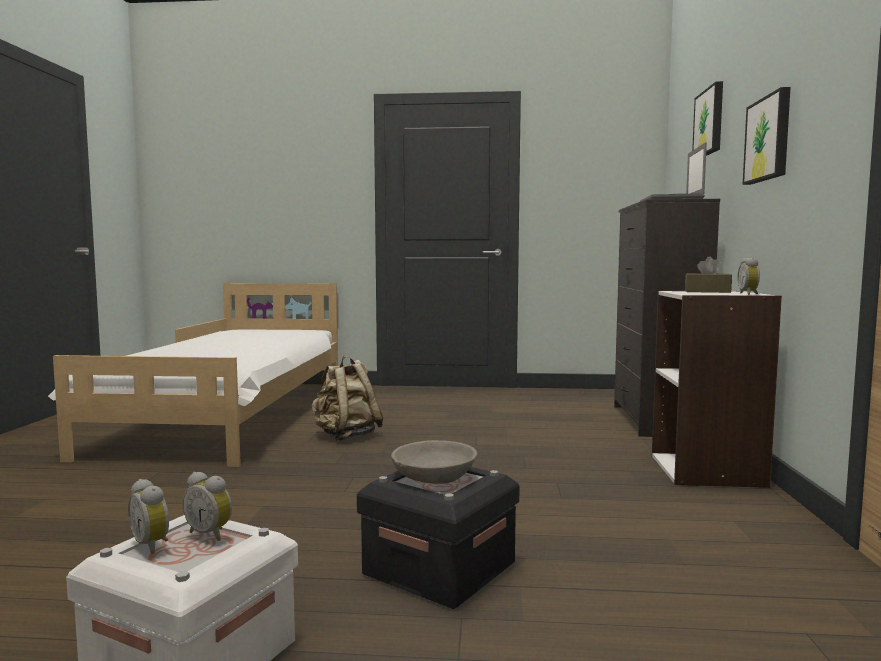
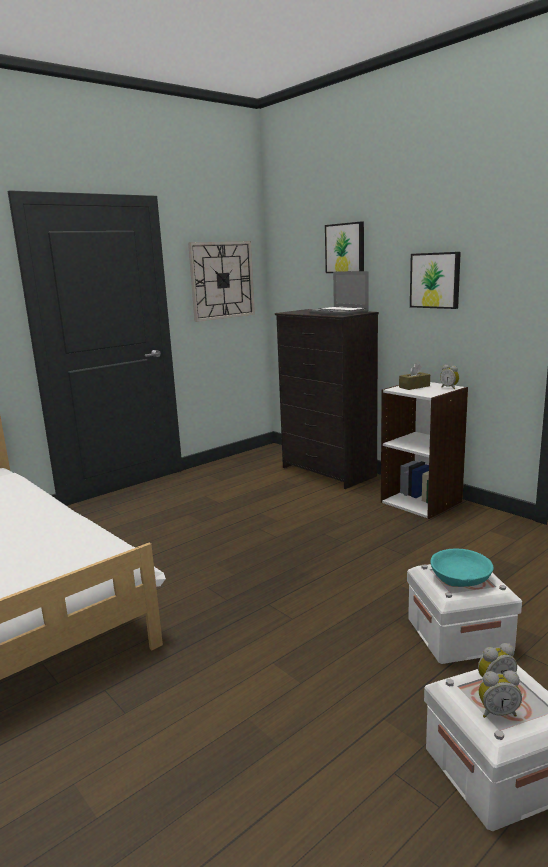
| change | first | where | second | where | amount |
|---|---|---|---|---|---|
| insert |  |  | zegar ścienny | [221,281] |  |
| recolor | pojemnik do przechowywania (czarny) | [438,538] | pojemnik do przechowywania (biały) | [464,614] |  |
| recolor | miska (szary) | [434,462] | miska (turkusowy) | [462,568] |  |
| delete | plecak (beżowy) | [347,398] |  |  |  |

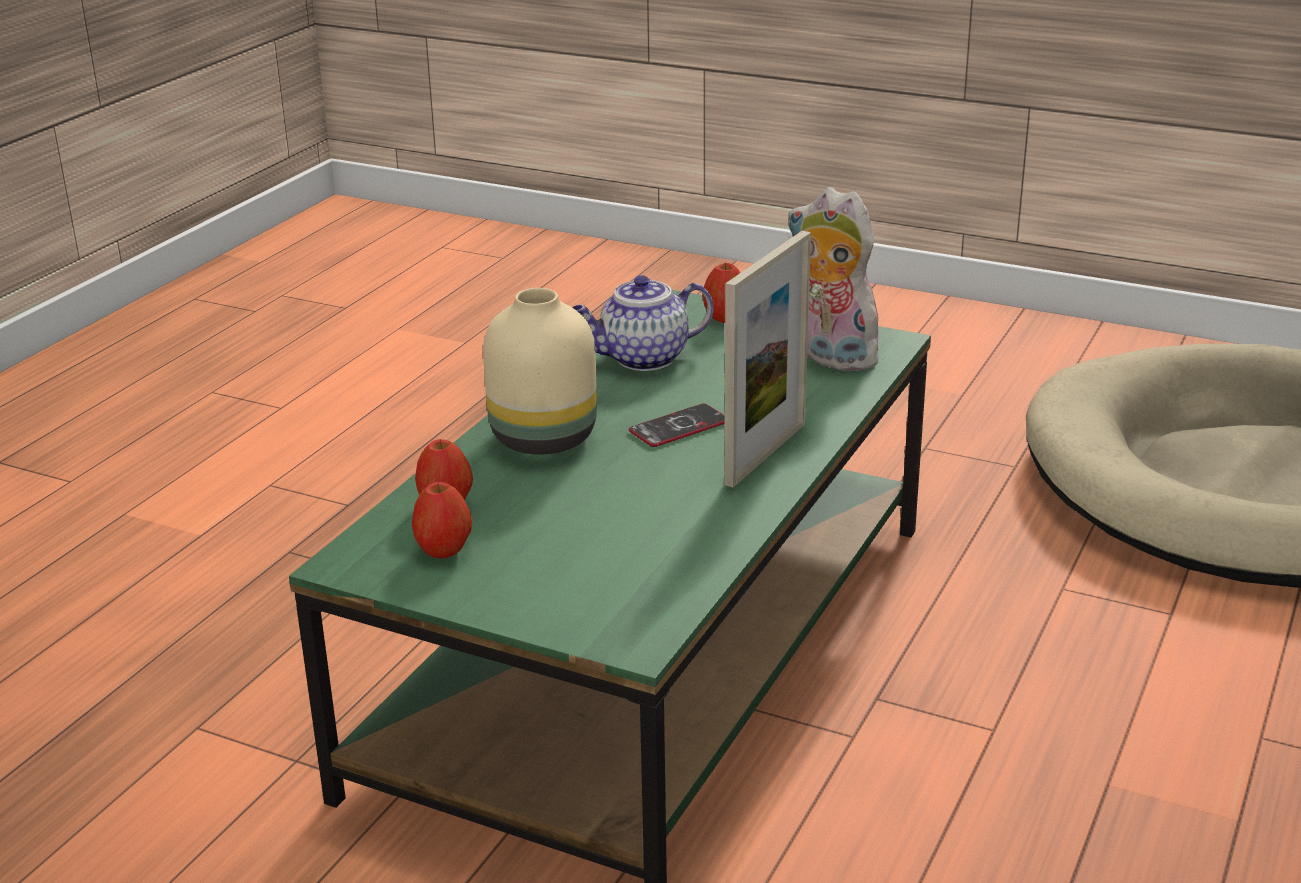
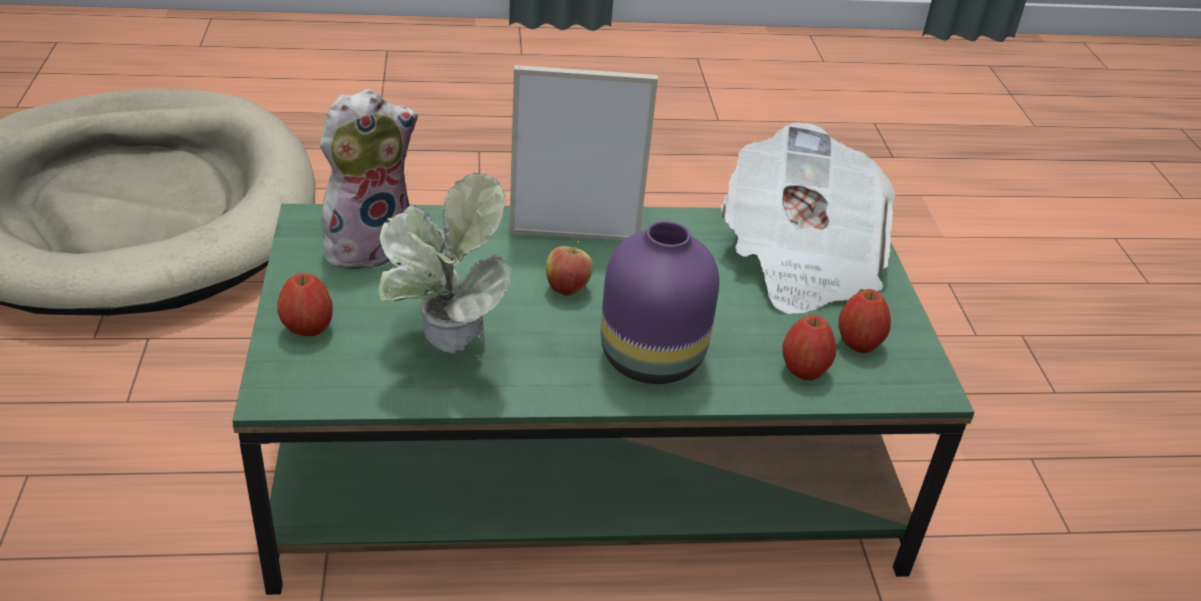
| change | first | where | second | where | amount |
|---|---|---|---|---|---|
| rotate | pluszak | [838,279] |  | [369,181] | 135 degrees counterclockwise |
| replace | imbryk | [643,323] | roślina doniczkowa | [445,263] |  |
| replace | telefon | [677,425] | jabłko | [569,268] |  |
| recolor | wazon (beżowy) | [540,371] | wazon (fioletowy) | [660,302] |  |
| insert |  |  | gazeta | [808,218] |  |

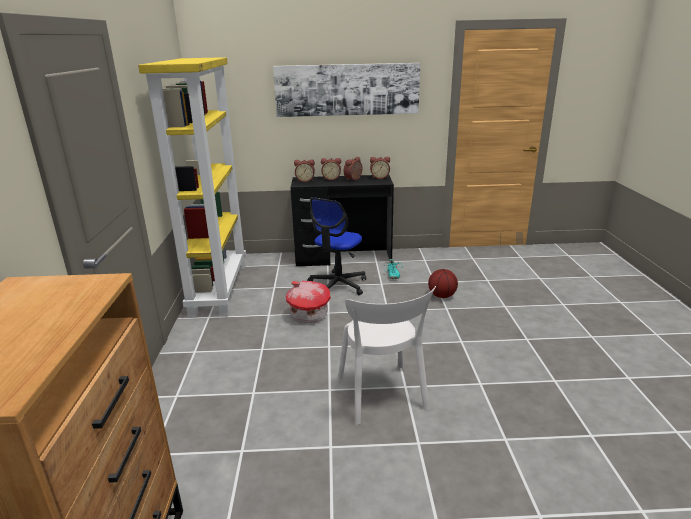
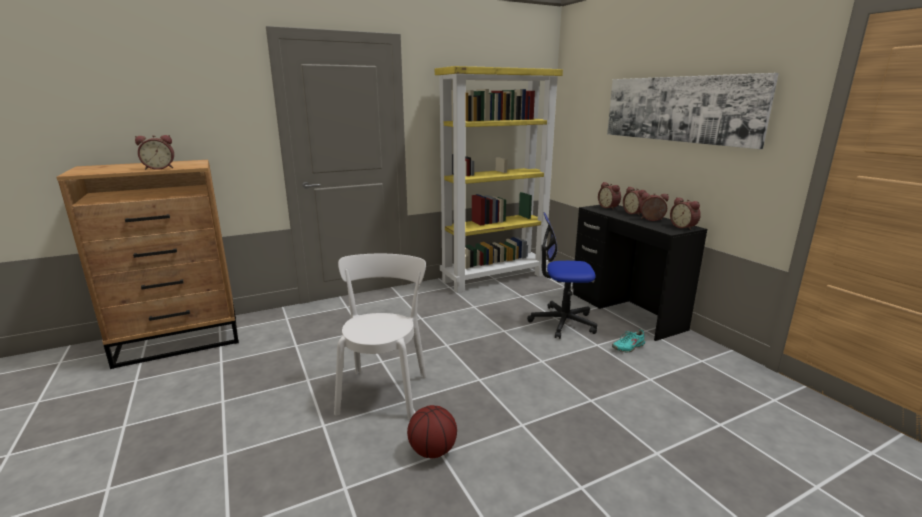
| change | first | where | second | where | amount |
|---|---|---|---|---|---|
| insert |  |  | budzik | [154,152] |  |
| rotate | krzesło (biały) | [387,355] |  | [380,337] | 135 degrees clockwise |
| move | piłka do koszykówki | [443,283] |  | [432,431] |  |
| delete | domek | [308,302] |  |  |  |

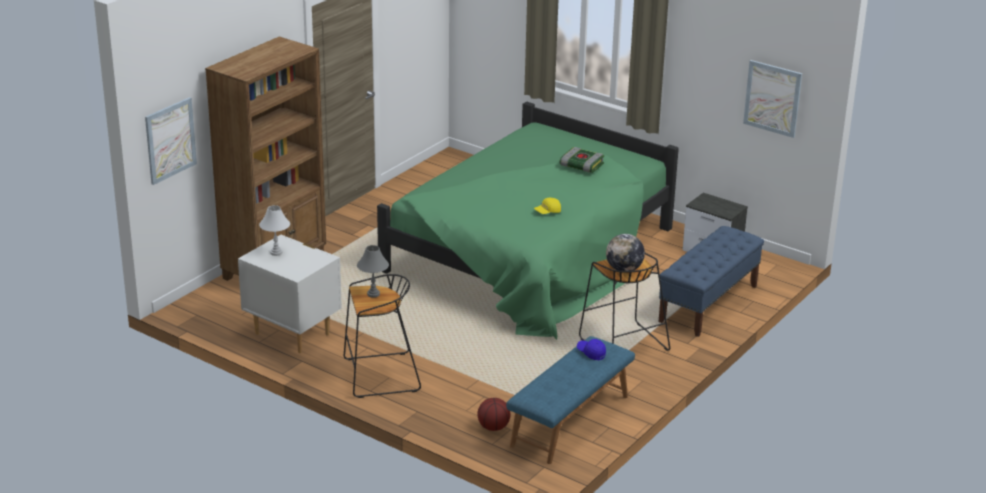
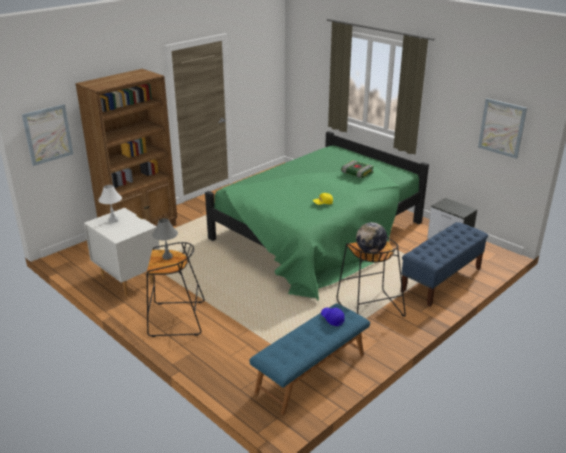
| change | first | where | second | where | amount |
|---|---|---|---|---|---|
| delete | piłka do koszykówki | [494,414] |  |  |  |

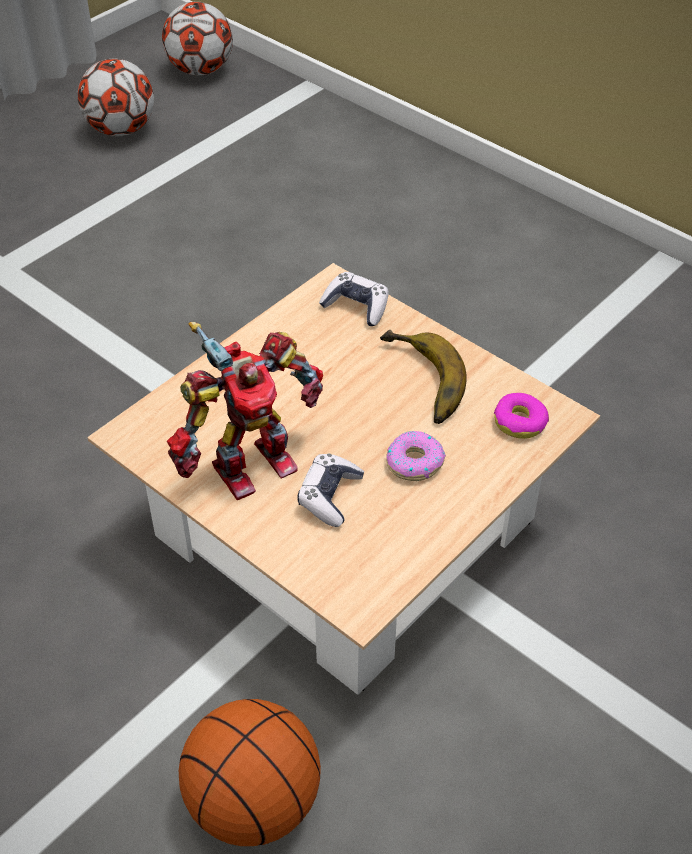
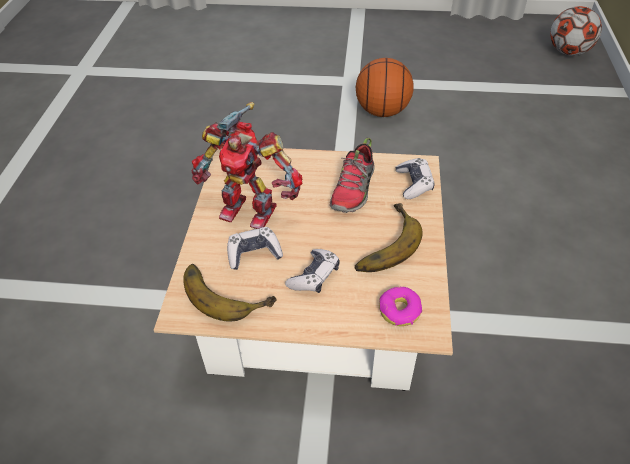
| change | first | where | second | where | amount |
|---|---|---|---|---|---|
| insert |  |  | banan | [230,293] |  |
| replace | donut | [416,456] | pad do gier | [312,271] |  |
| insert |  |  | but | [352,175] |  |
| move | piłka do koszykówki | [250,772] |  | [385,87] |  |
| delete | piłka futbolowa | [116,97] |  |  |  |

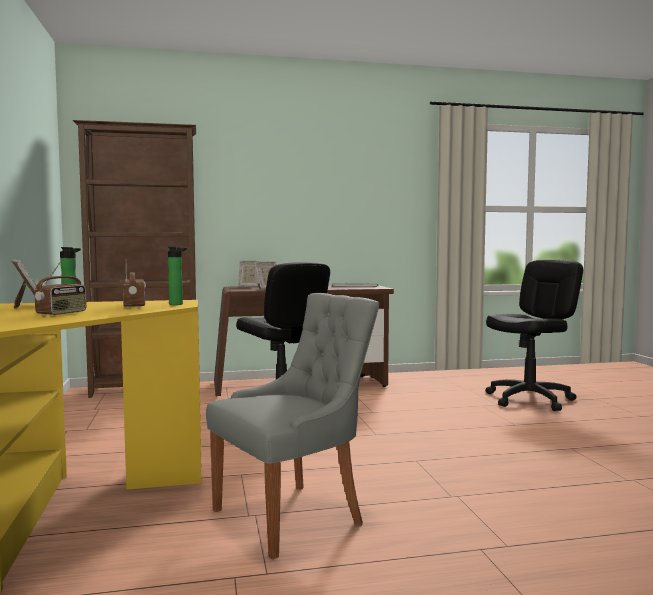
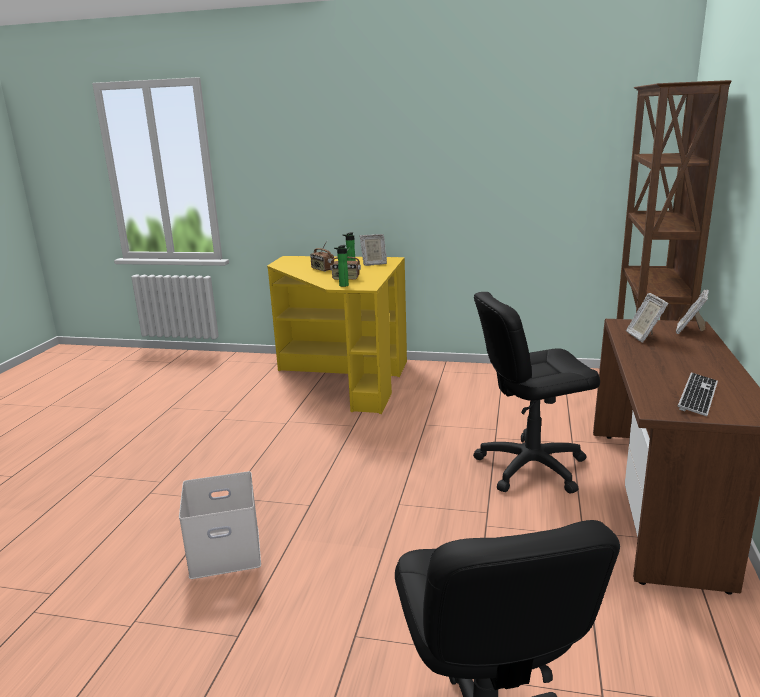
| change | first | where | second | where | amount |
|---|---|---|---|---|---|
| insert |  |  | pojemnik do przechowywania (biały) | [220,525] |  |
| delete | krzesło (szary) | [293,426] |  |  |  |

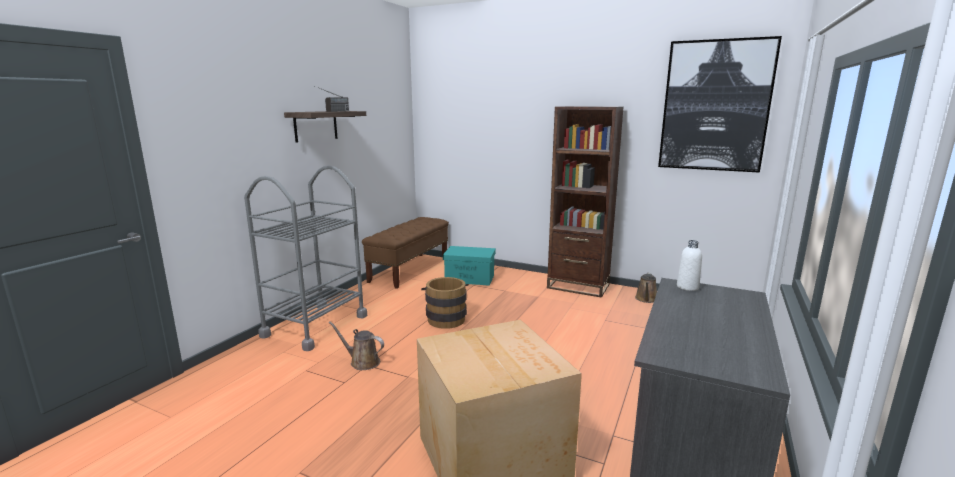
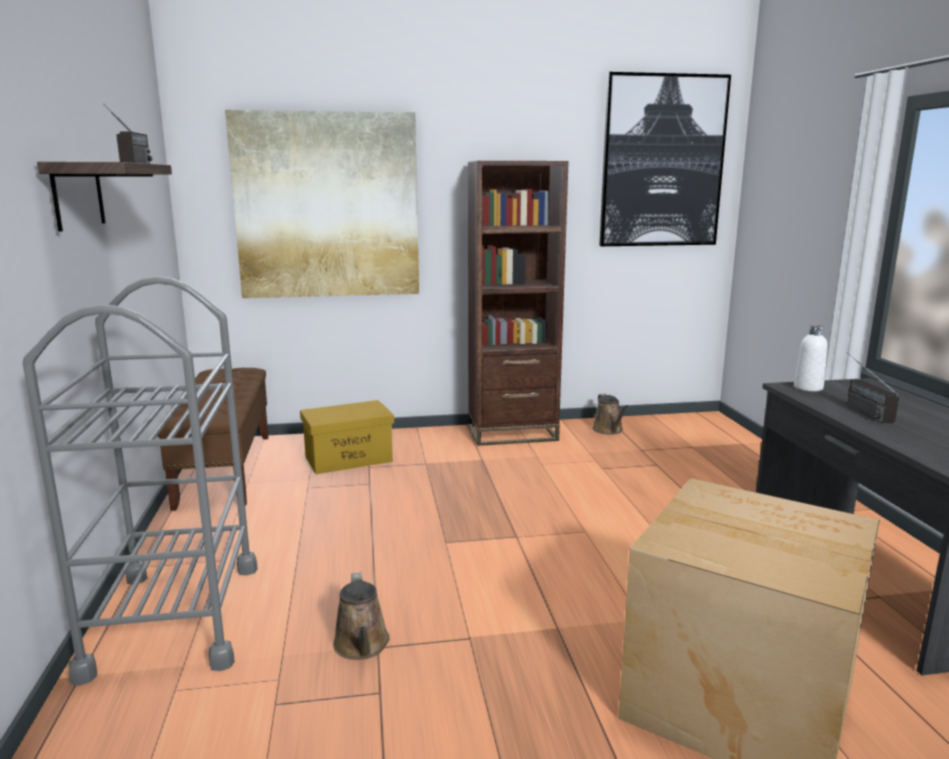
| change | first | where | second | where | amount |
|---|---|---|---|---|---|
| insert |  |  | obraz | [322,204] |  |
| recolor | pojemnik do przechowywania (turkusowy) | [469,266] | pojemnik do przechowywania (żółty) | [347,437] |  |
| rotate | konewka (brązowy) | [356,345] |  | [361,616] | 90 degrees counterclockwise |
| insert |  |  | radio | [872,387] |  |
| delete | wiadro (brązowy) | [445,303] |  |  |  |

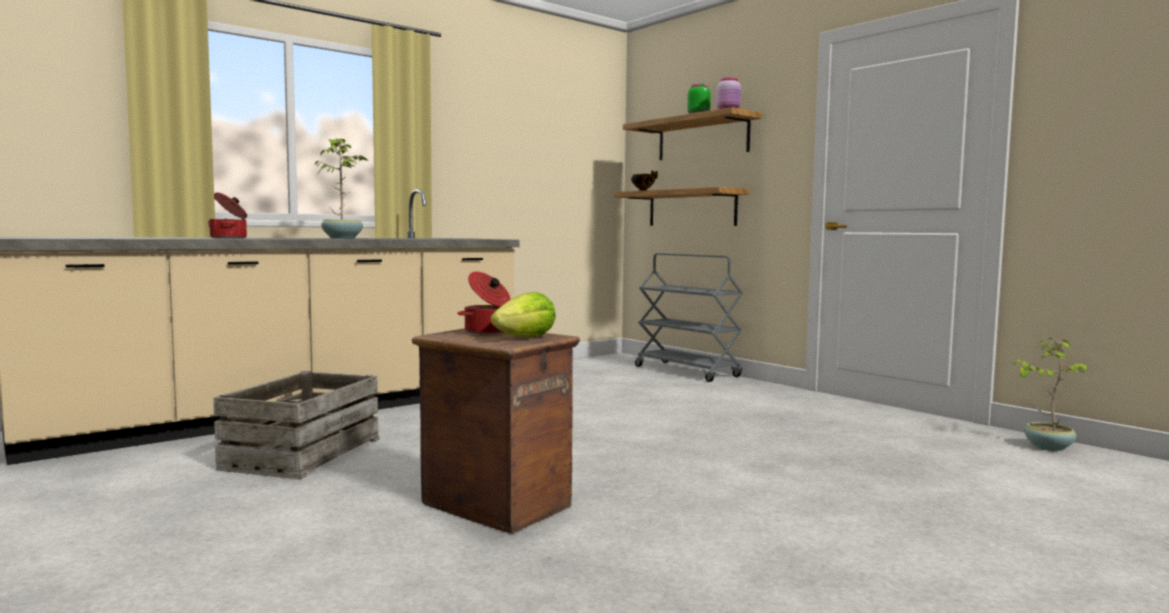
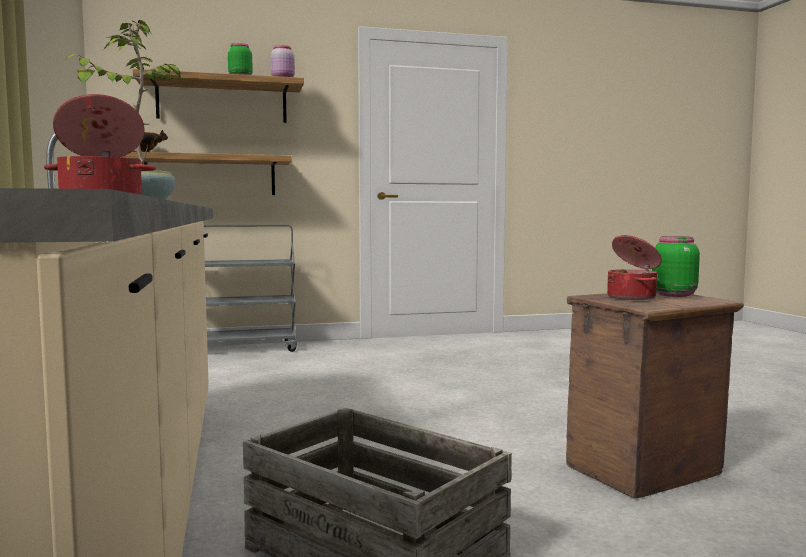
| change | first | where | second | where | amount |
|---|---|---|---|---|---|
| replace | sałata | [523,314] | słoik (zielony) | [676,266] |  |
| delete | roślina doniczkowa | [1050,394] |  |  |  |

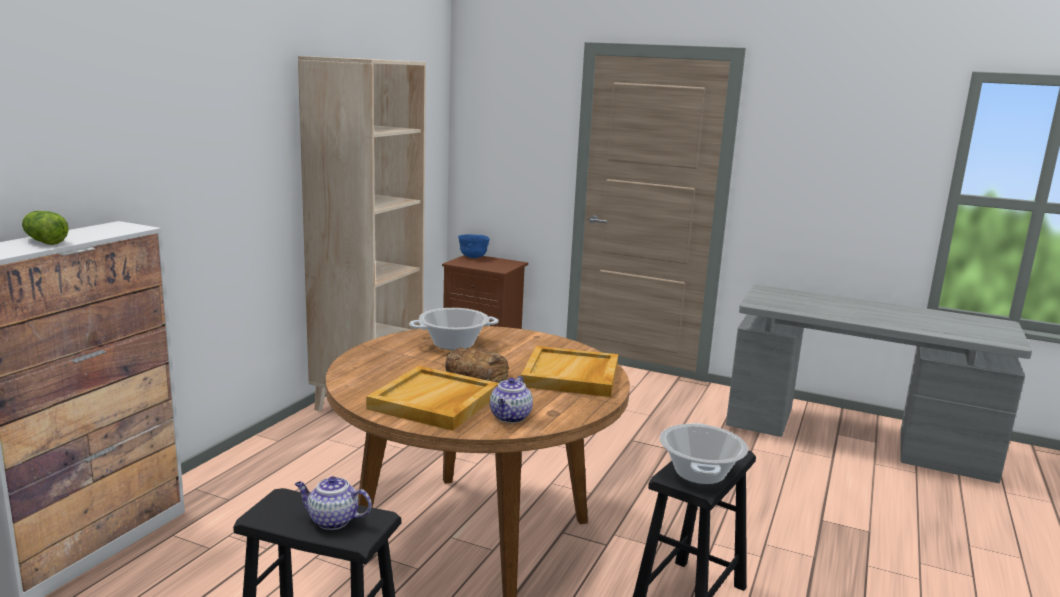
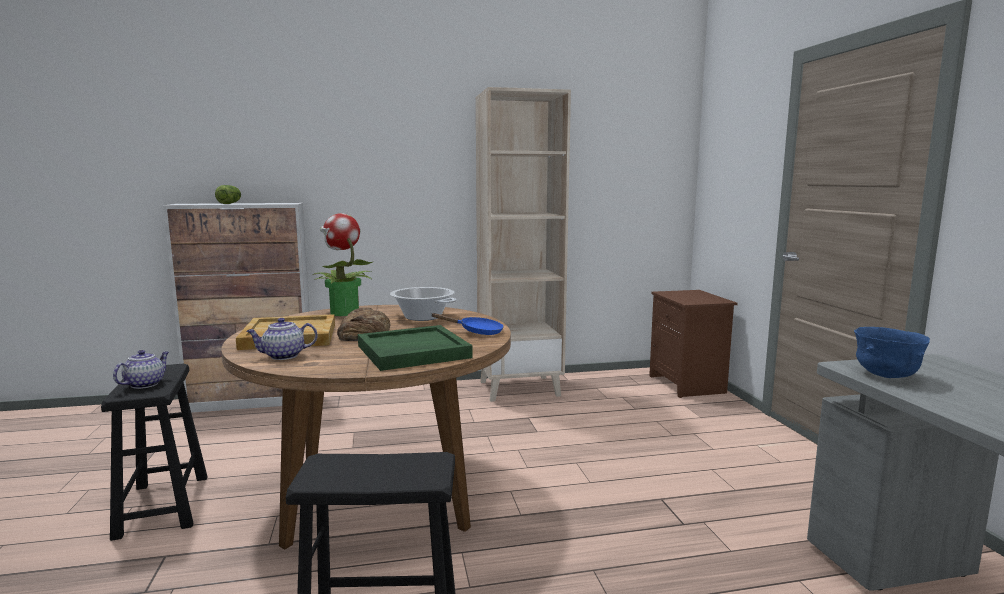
| change | first | where | second | where | amount |
|---|---|---|---|---|---|
| rotate | imbryk | [333,503] |  | [141,369] | 45 degrees clockwise |
| insert |  |  | roślina doniczkowa | [342,264] |  |
| recolor | taca (beżowy) | [569,371] | taca (zielony) | [415,348] |  |
| insert |  |  | patelnia (niebieski) | [467,324] |  |
| move | miska (niebieski) | [474,246] |  | [892,352] |  |
| delete | garnek | [703,453] |  |  |  |

